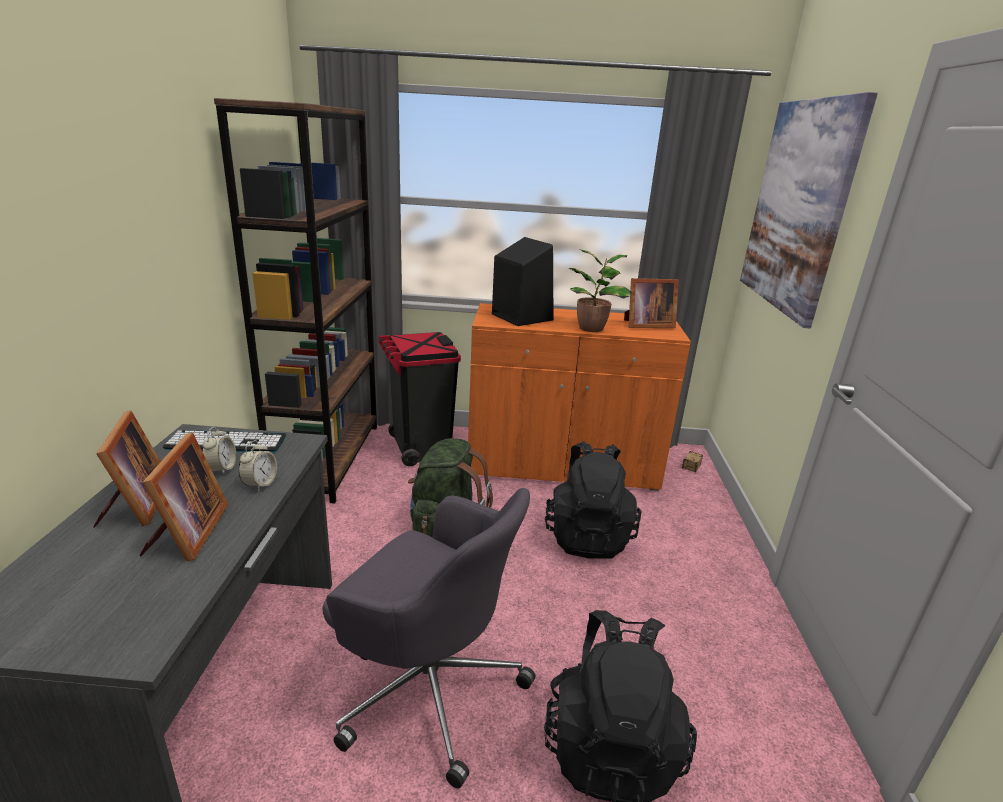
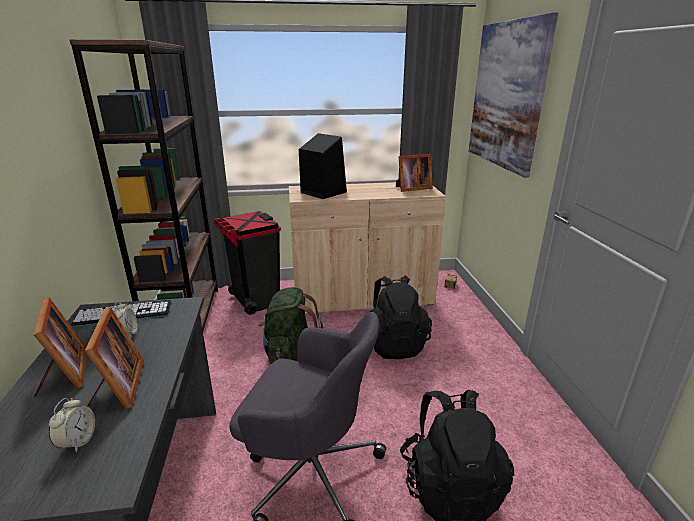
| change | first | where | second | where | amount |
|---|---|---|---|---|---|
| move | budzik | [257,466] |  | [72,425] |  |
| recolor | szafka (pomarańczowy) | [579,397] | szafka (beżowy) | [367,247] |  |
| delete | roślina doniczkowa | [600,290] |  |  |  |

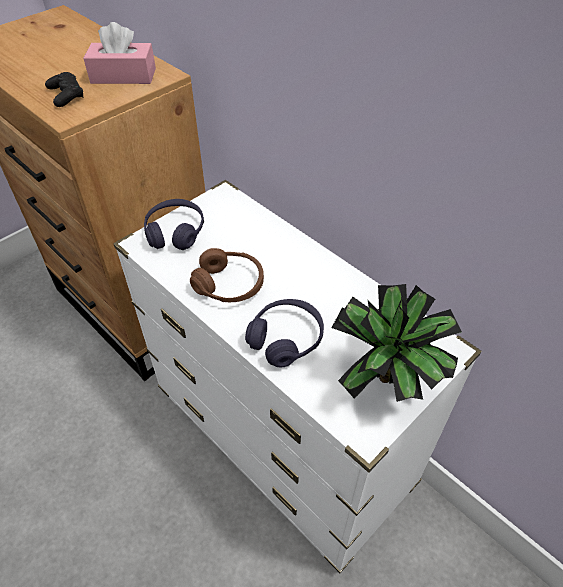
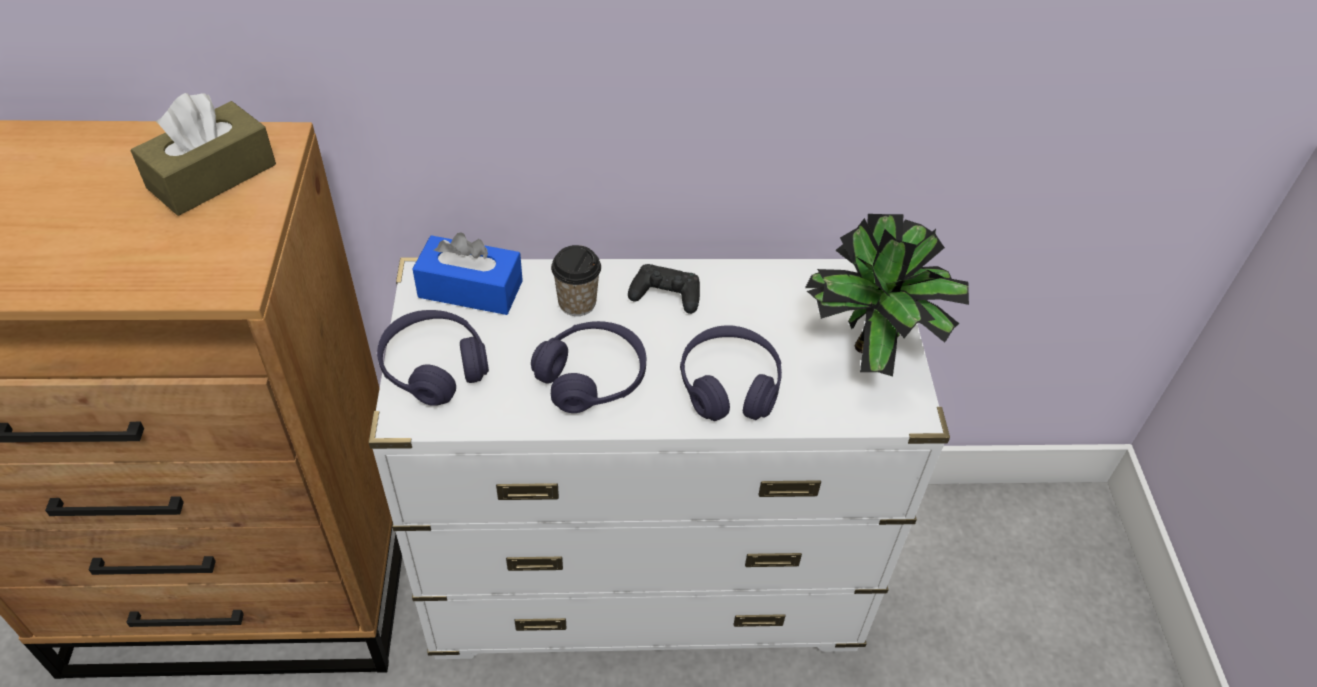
| change | first | where | second | where | amount |
|---|---|---|---|---|---|
| recolor | pudełko chusteczek (różowy) | [119,53] | pudełko chusteczek (brązowy) | [203,154] |  |
| insert |  |  | pudełko chusteczek (niebieski) | [468,273] |  |
| recolor | słuchawki (brązowy) | [227,275] | słuchawki (fioletowy) | [588,367] |  |
| insert |  |  | filiżanka | [576,280] |  |
| move | pad do gier (czarny) | [64,89] |  | [664,289] |  |

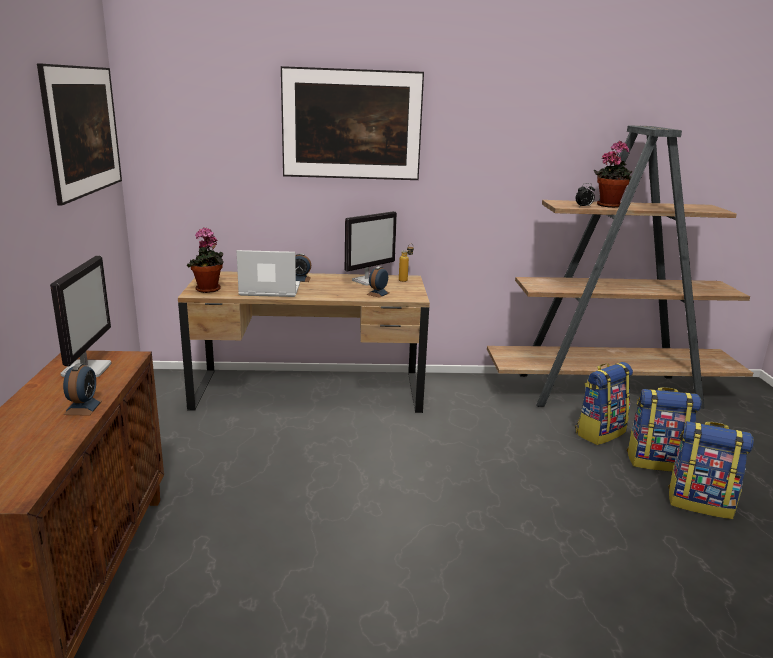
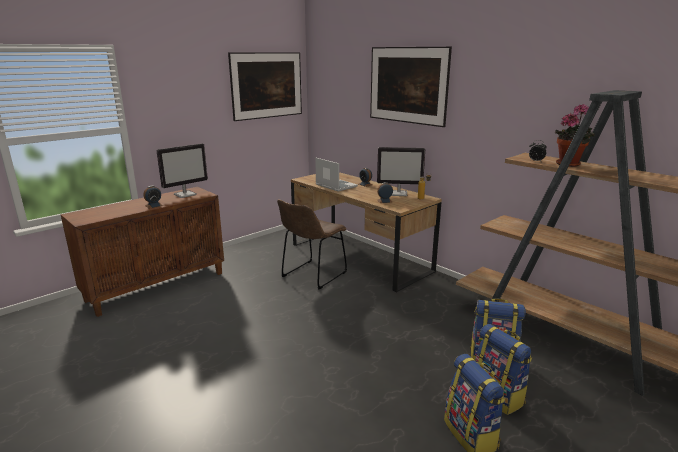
| change | first | where | second | where | amount |
|---|---|---|---|---|---|
| insert |  |  | krzesło (brązowy) | [312,244] |  |
| delete | roślina doniczkowa | [205,260] |  |  |  |

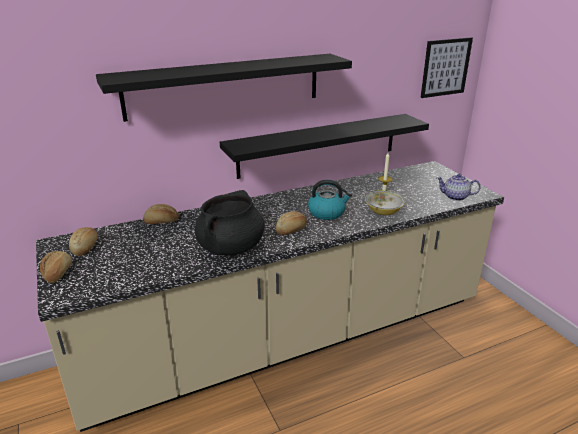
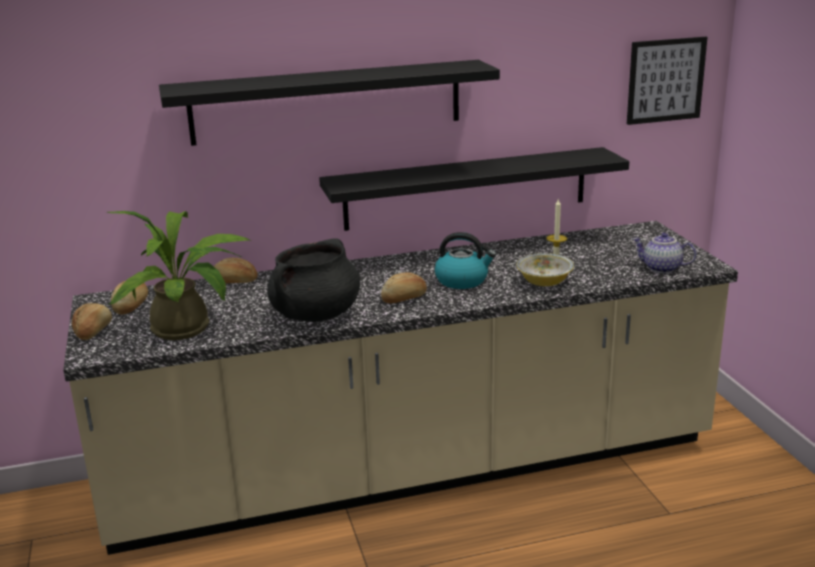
| change | first | where | second | where | amount |
|---|---|---|---|---|---|
| insert |  |  | roślina doniczkowa | [180,275] |  |

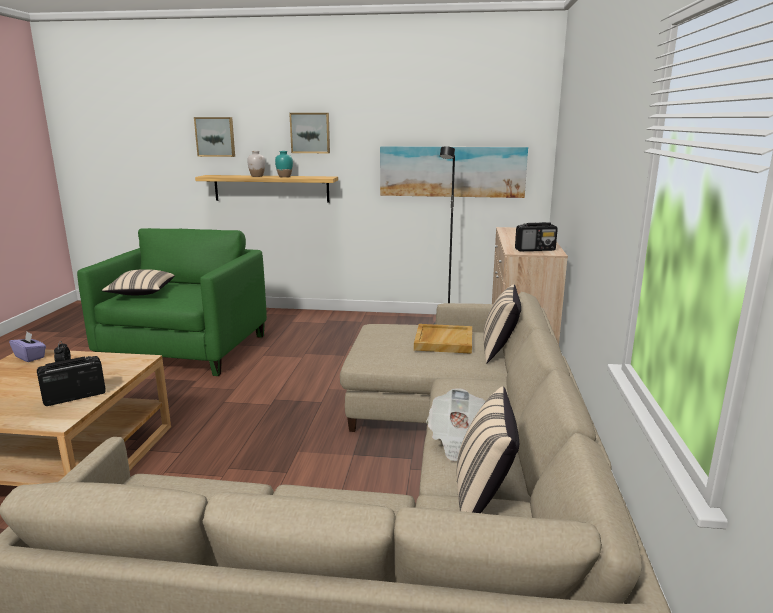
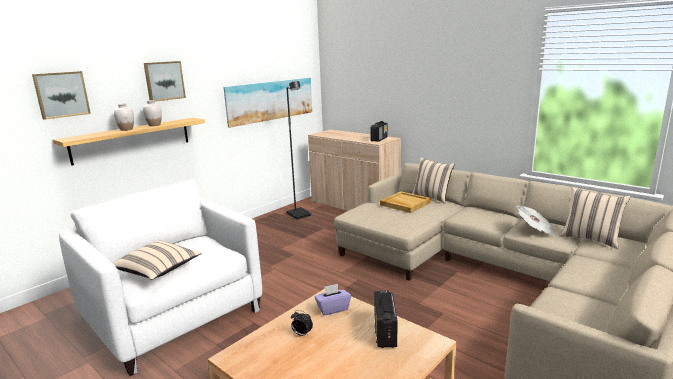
| change | first | where | second | where | amount |
|---|---|---|---|---|---|
| recolor | fotel (zielony) | [172,302] | fotel (biały) | [160,278] |  |
| recolor | wazon (turkusowy) | [284,164] | wazon (biały) | [152,113] |  |
| move | pudełko chusteczek (fioletowy) | [27,347] |  | [333,299] |  |

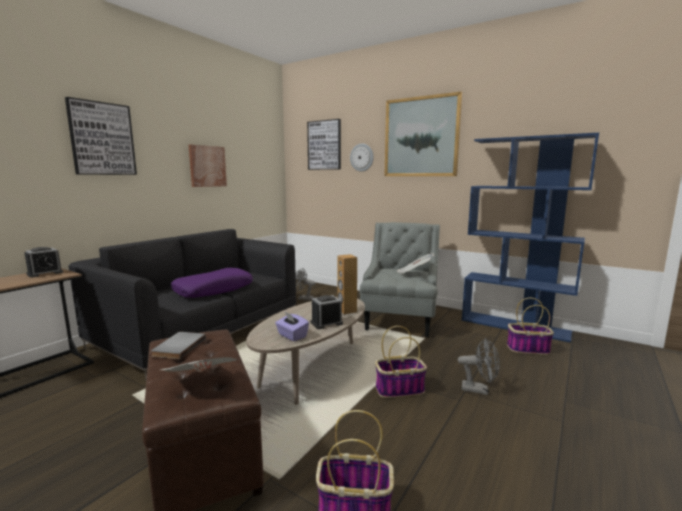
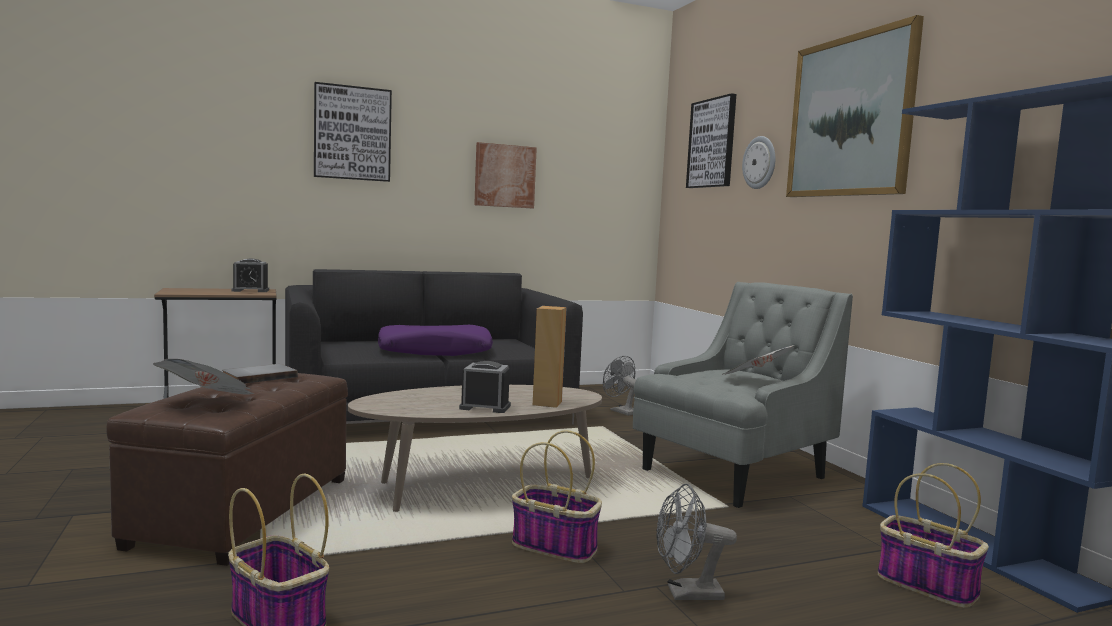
| change | first | where | second | where | amount |
|---|---|---|---|---|---|
| rotate | wentylator (szary) | [479,366] |  | [696,542] | 120 degrees clockwise |
| delete | pudełko chusteczek (fioletowy) | [292,326] |  |  |  |

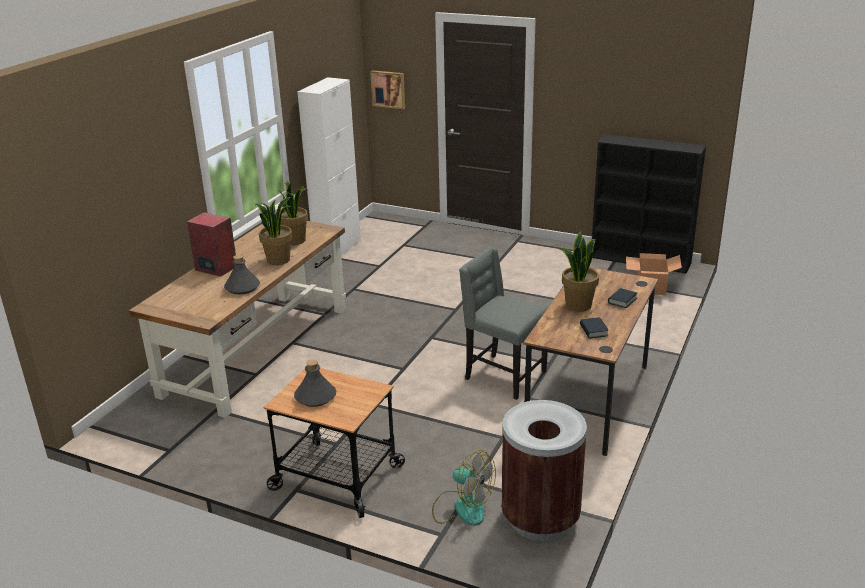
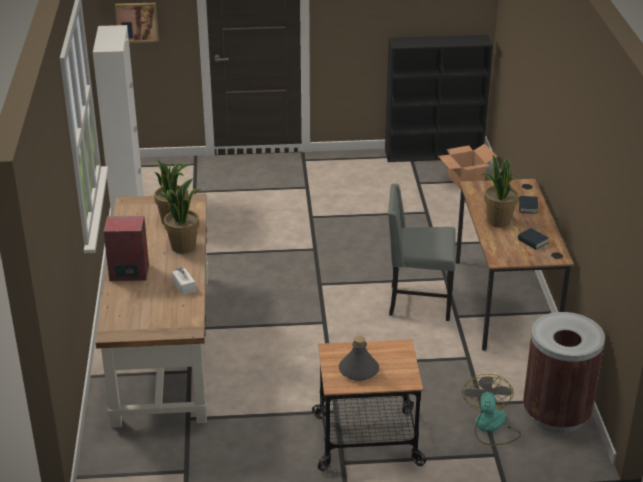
| change | first | where | second | where | amount |
|---|---|---|---|---|---|
| replace | butelka (szary) | [242,274] | pudełko chusteczek (biały) | [184,281] |  |
| rotate | wentylator | [464,488] |  | [491,409] | 90 degrees counterclockwise |

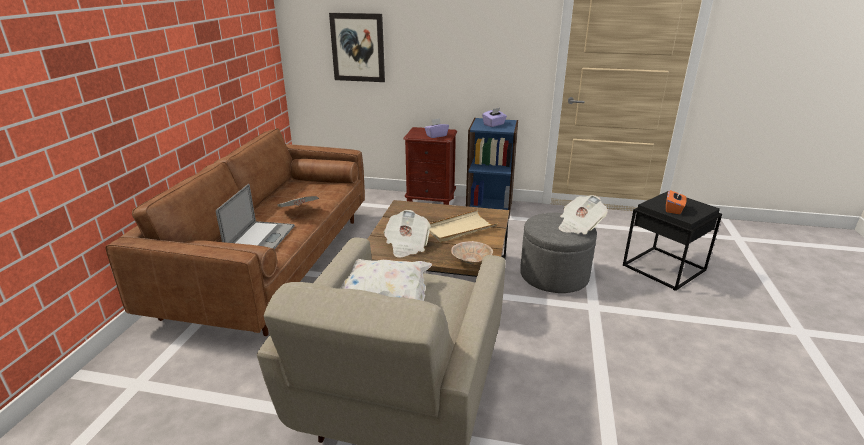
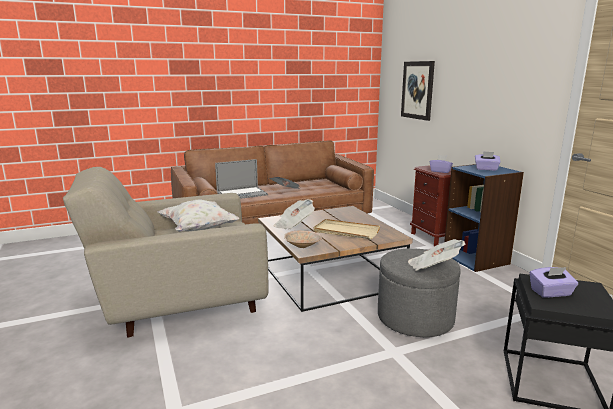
| change | first | where | second | where | amount |
|---|---|---|---|---|---|
| recolor | pudełko chusteczek (pomarańczowy) | [676,202] | pudełko chusteczek (fioletowy) | [554,282] |  |

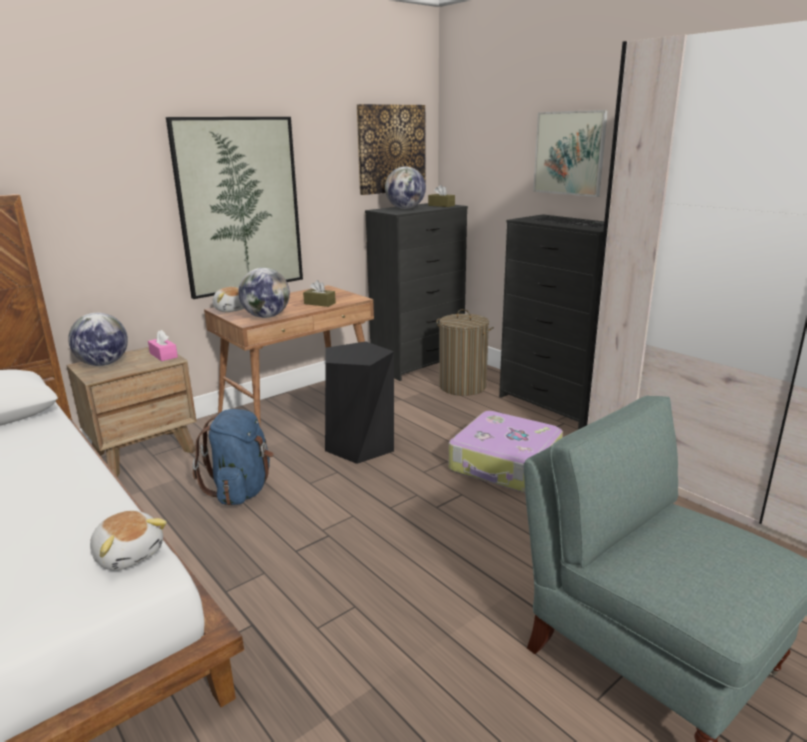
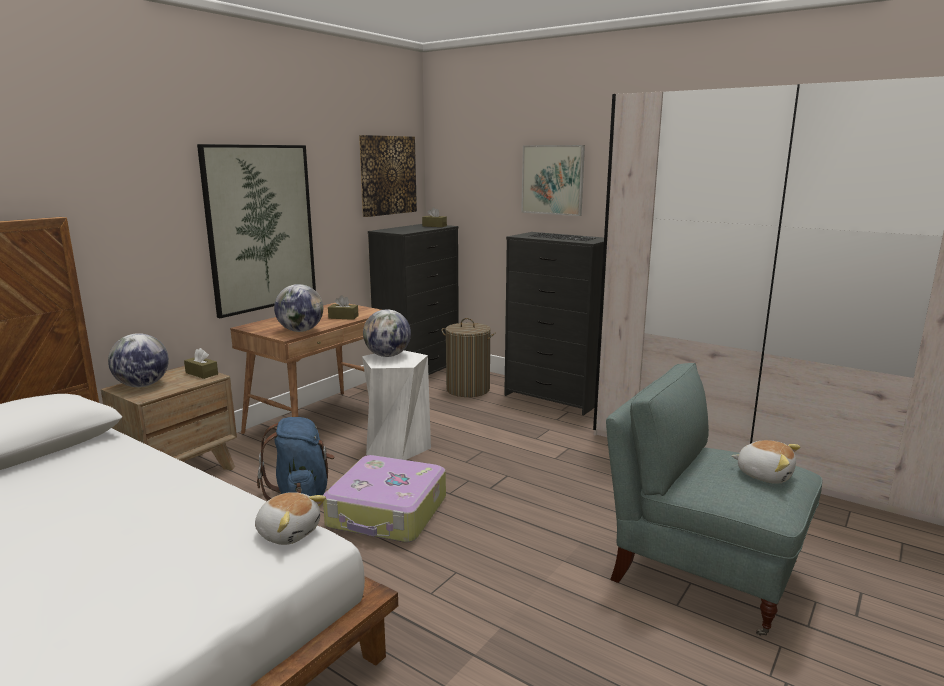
| change | first | where | second | where | amount |
|---|---|---|---|---|---|
| recolor | pudełko chusteczek (różowy) | [163,345] | pudełko chusteczek (brązowy) | [201,363] |  |
| move | walizka | [506,452] |  | [384,499] |  |
| recolor | stołek (czarny) | [359,402] | stołek (biały) | [396,405] |  |
| move | globus | [405,187] |  | [387,333] |  |
| move | pluszak | [228,299] |  | [765,462] |  |

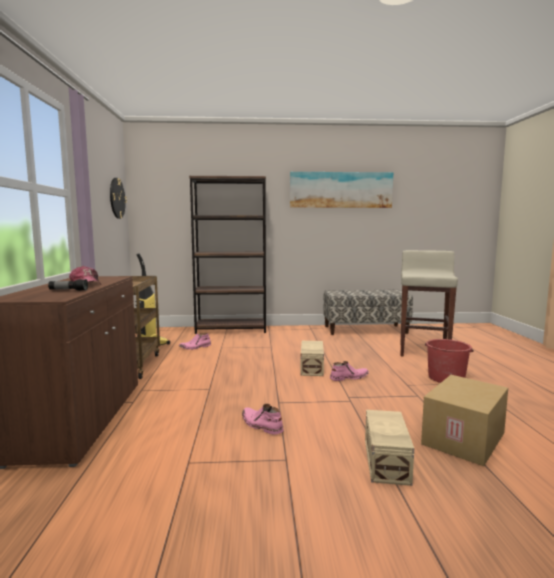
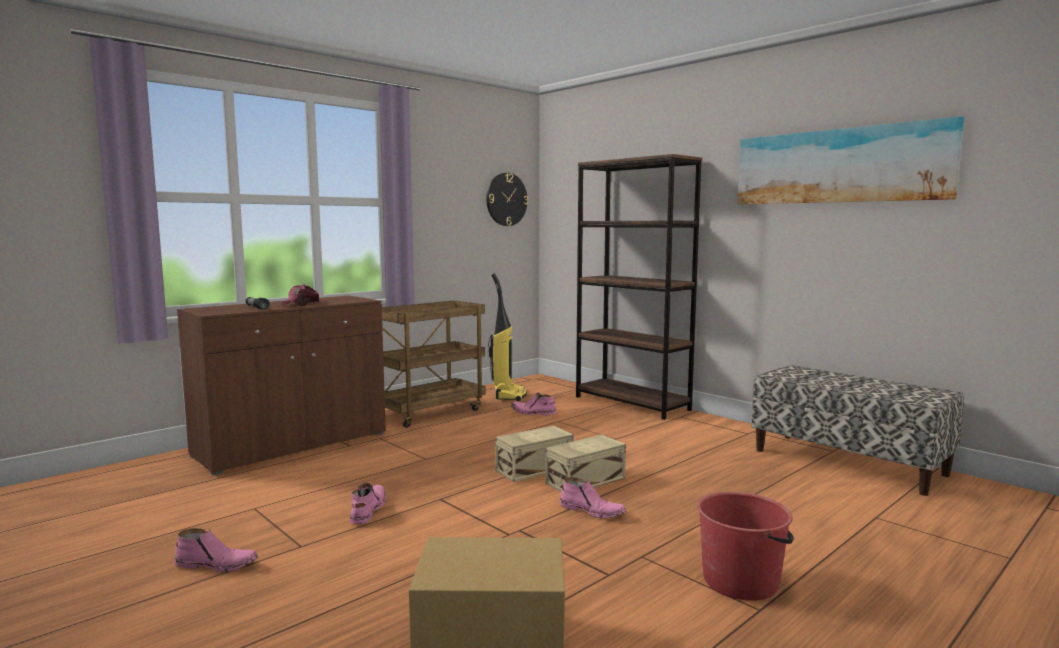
| change | first | where | second | where | amount |
|---|---|---|---|---|---|
| insert |  |  | but z cholewką (różowy) | [216,550] |  |
| move | pojemnik do przechowywania (beżowy) | [389,448] |  | [534,454] |  |
| delete | stołek (beżowy) | [429,303] |  |  |  |

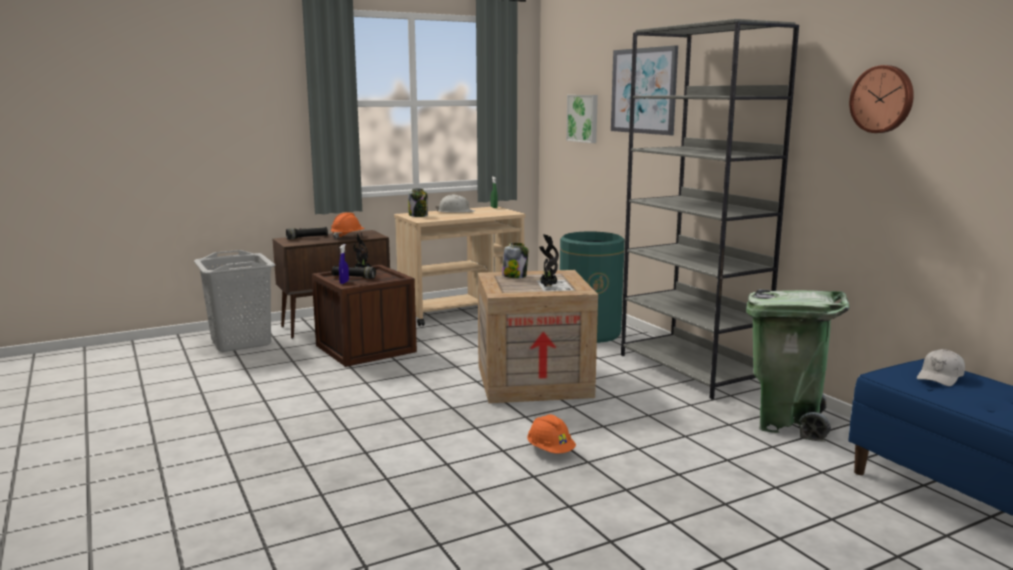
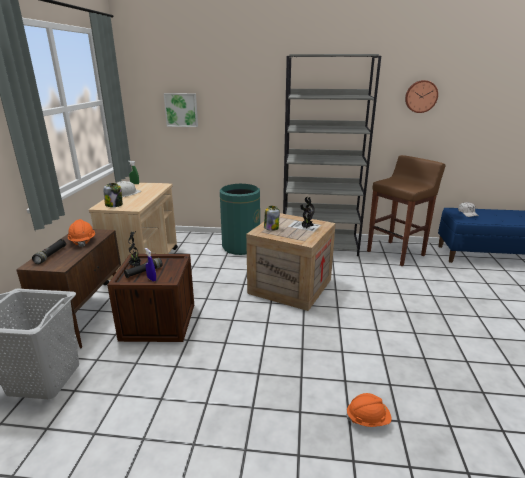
| change | first | where | second | where | amount |
|---|---|---|---|---|---|
| move | kask (pomarańczowy) | [551,434] |  | [369,410] |  |
| replace | kosz na śmieci (zielony) | [797,365] | stołek (brązowy) | [406,210] |  |
| delete | obraz | [644,90] |  |  |  |

